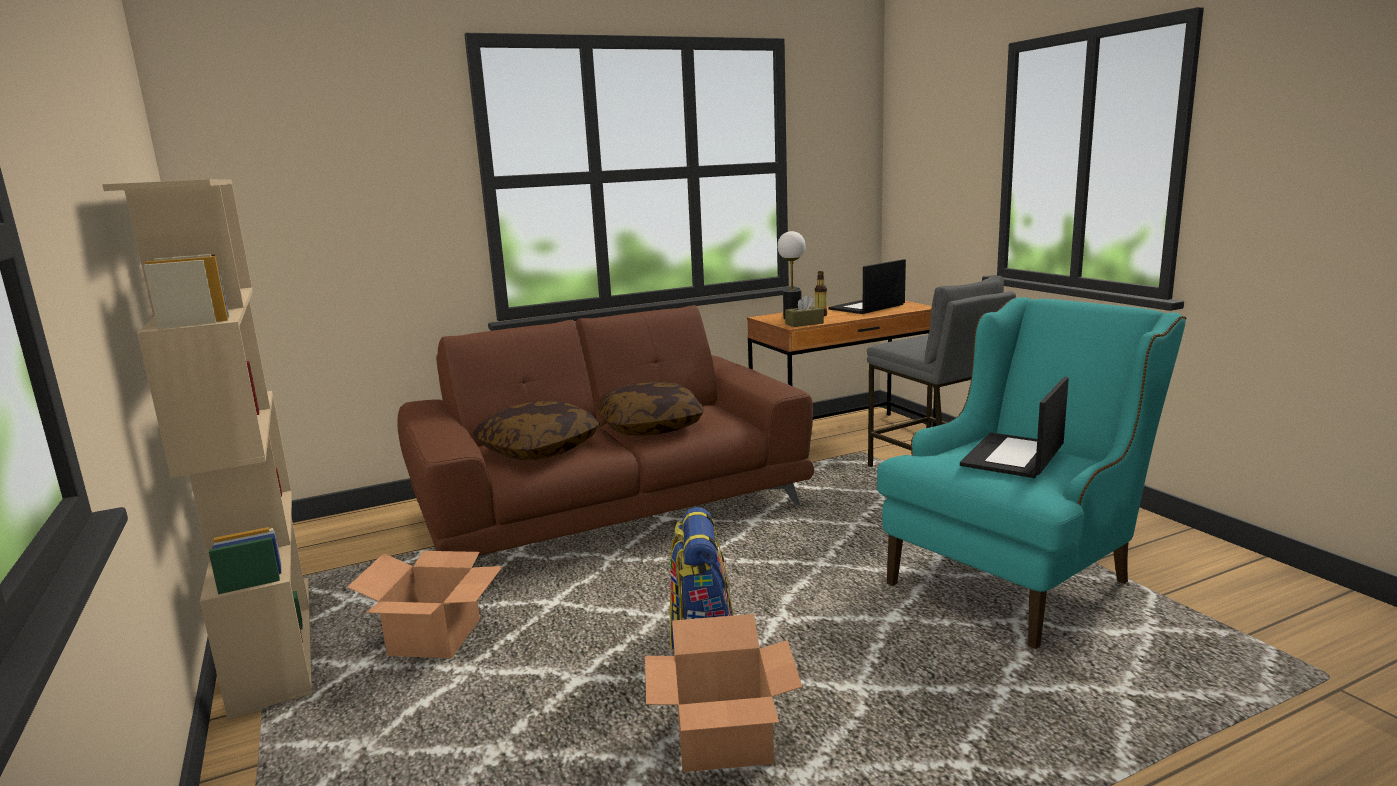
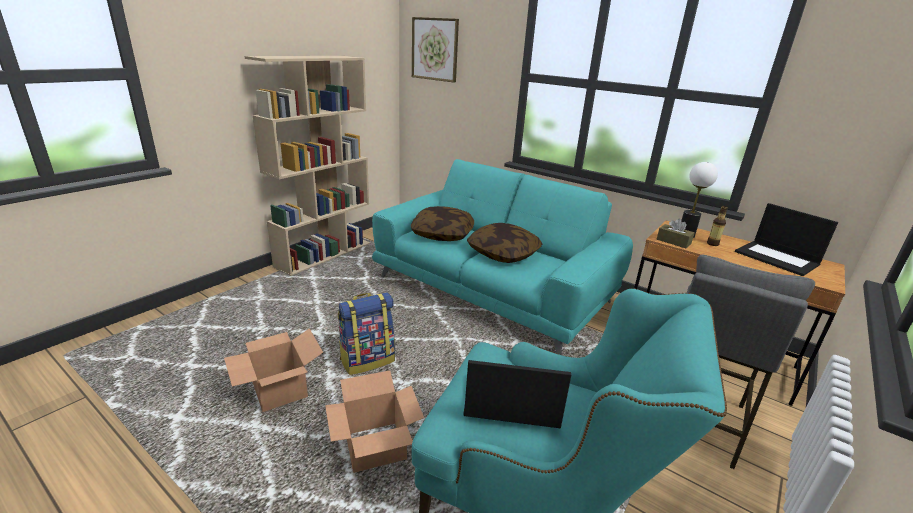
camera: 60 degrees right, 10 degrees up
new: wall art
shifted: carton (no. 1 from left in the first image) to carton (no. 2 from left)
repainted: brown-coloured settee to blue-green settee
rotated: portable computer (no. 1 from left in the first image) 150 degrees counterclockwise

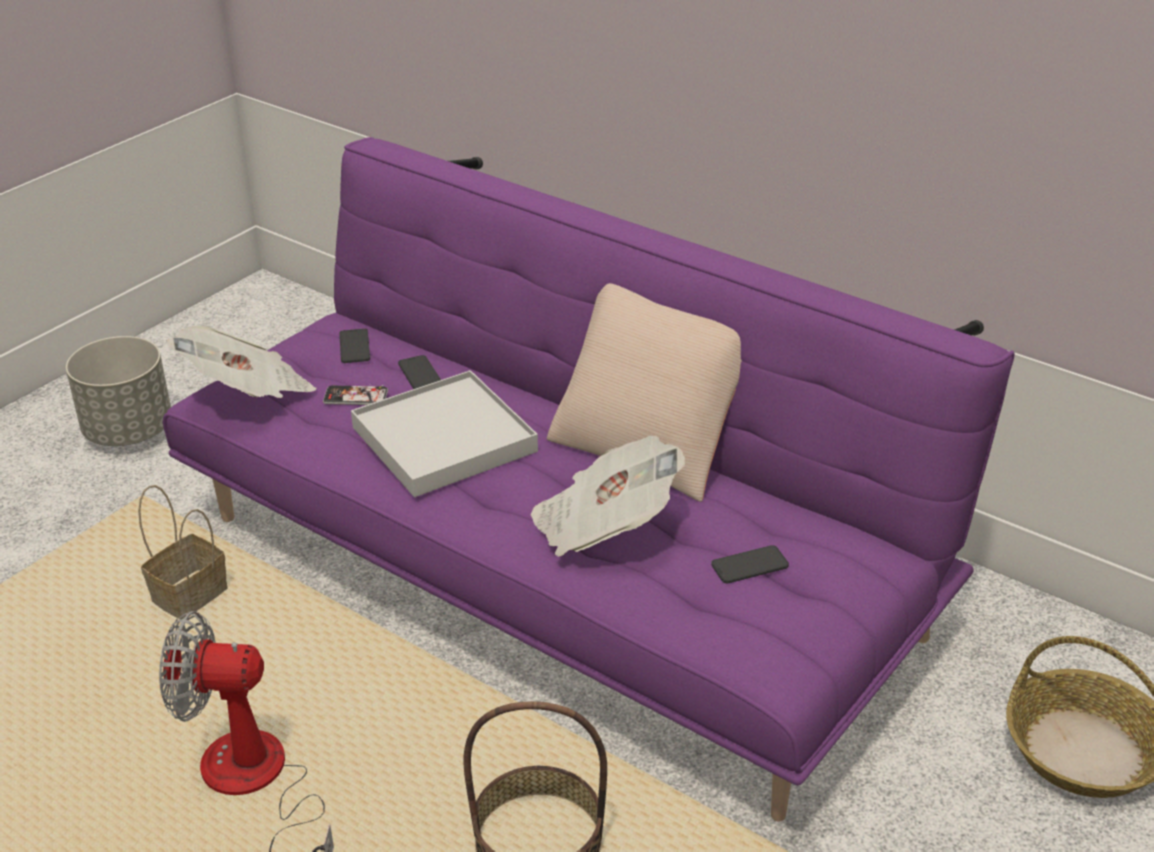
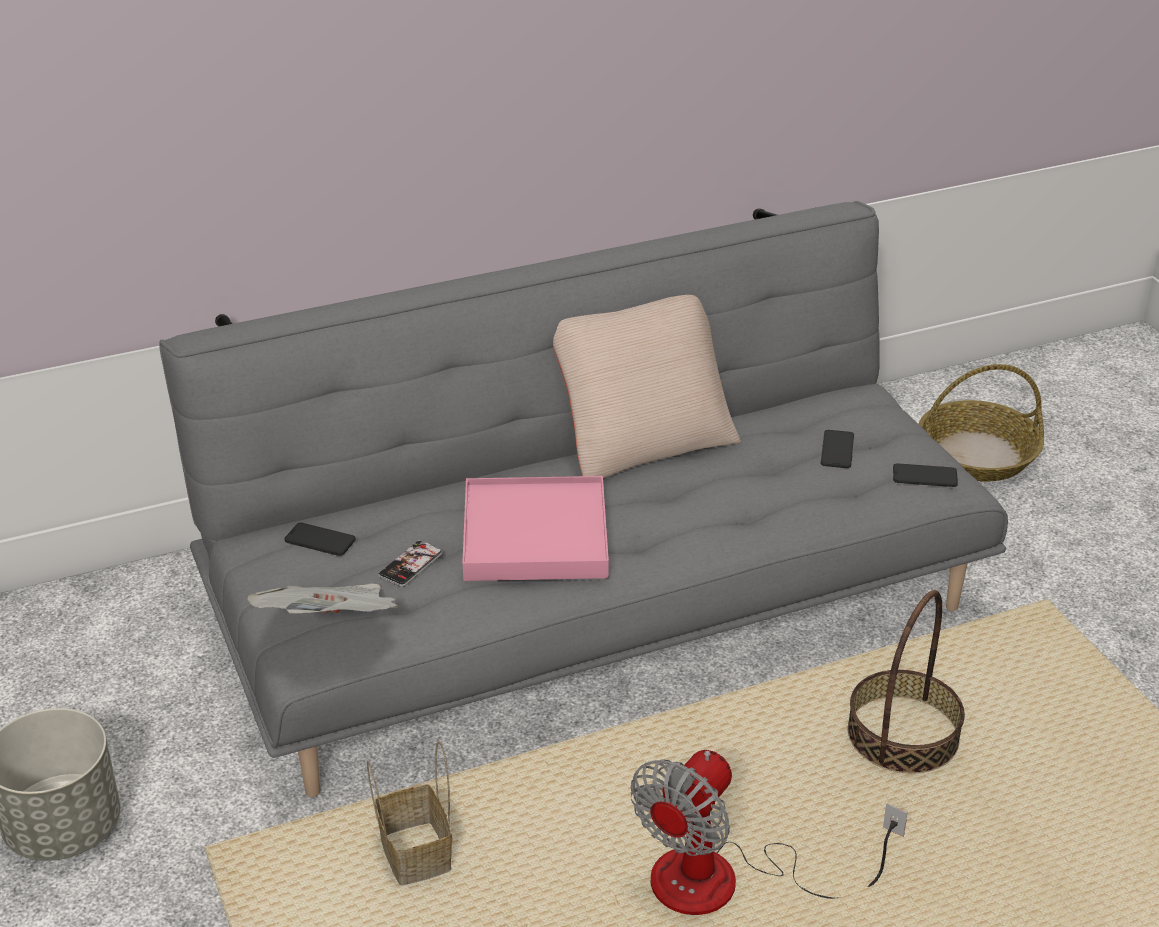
camera: 60 degrees left, 0 degrees up
gone: printed paper (no. 2 from left)
shifted: telephone (no. 3 from left in the first image) to telephone (no. 4 from left)
repainted: purple settee to greyish settee; whitish tray to pinkish tray

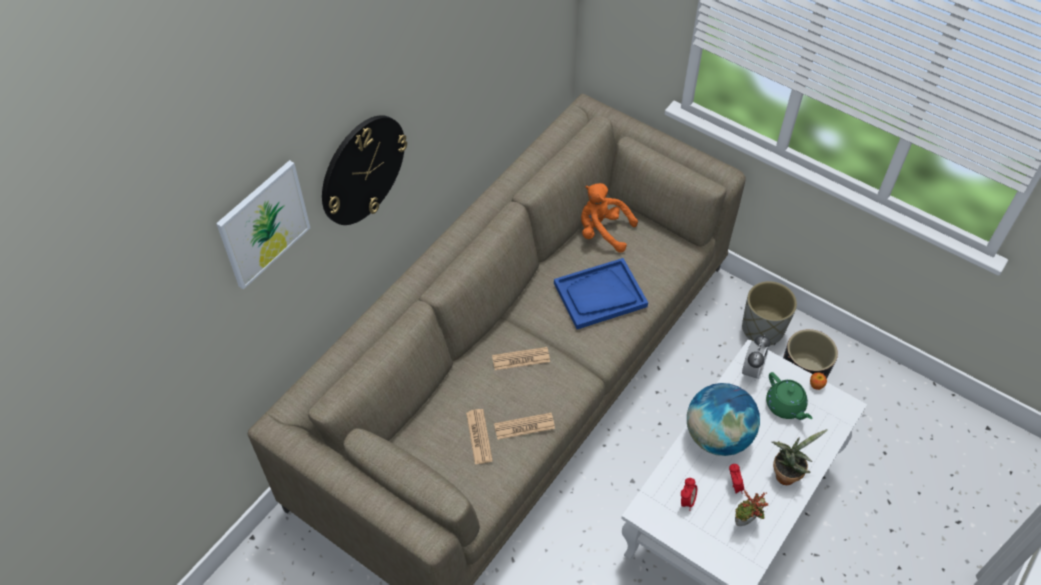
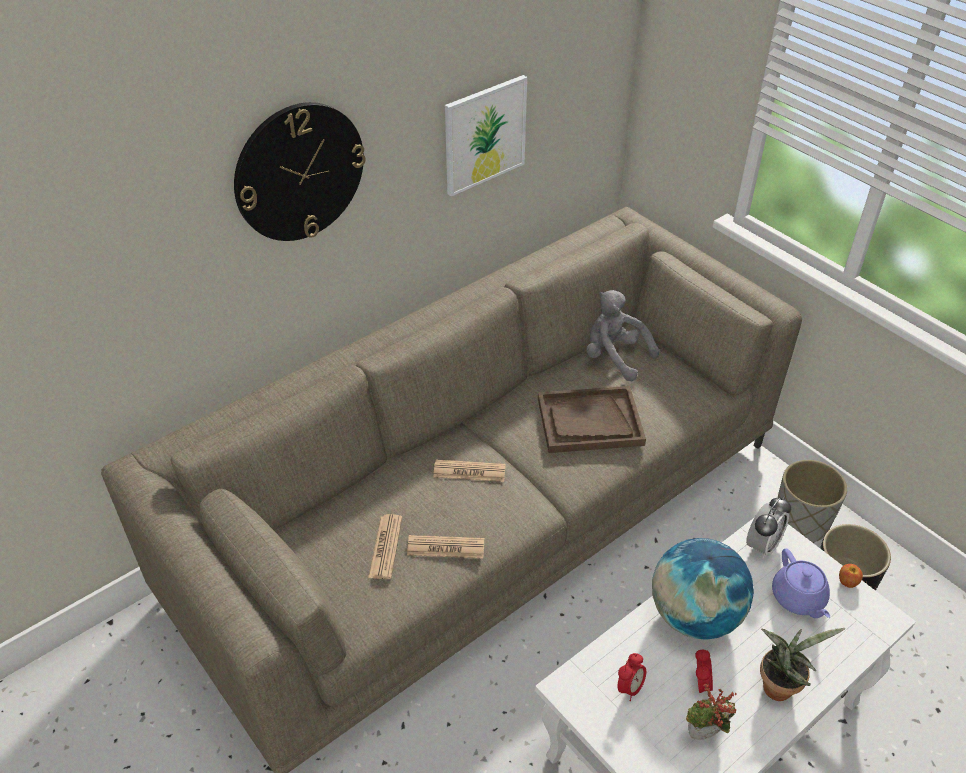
camera: 15 degrees right, 10 degrees down
shifted: wall art
repainted: bluish tray to brown-coloured tray; orange-coloured plush toy to greyish plush toy; greenish pot for tea to purple pot for tea

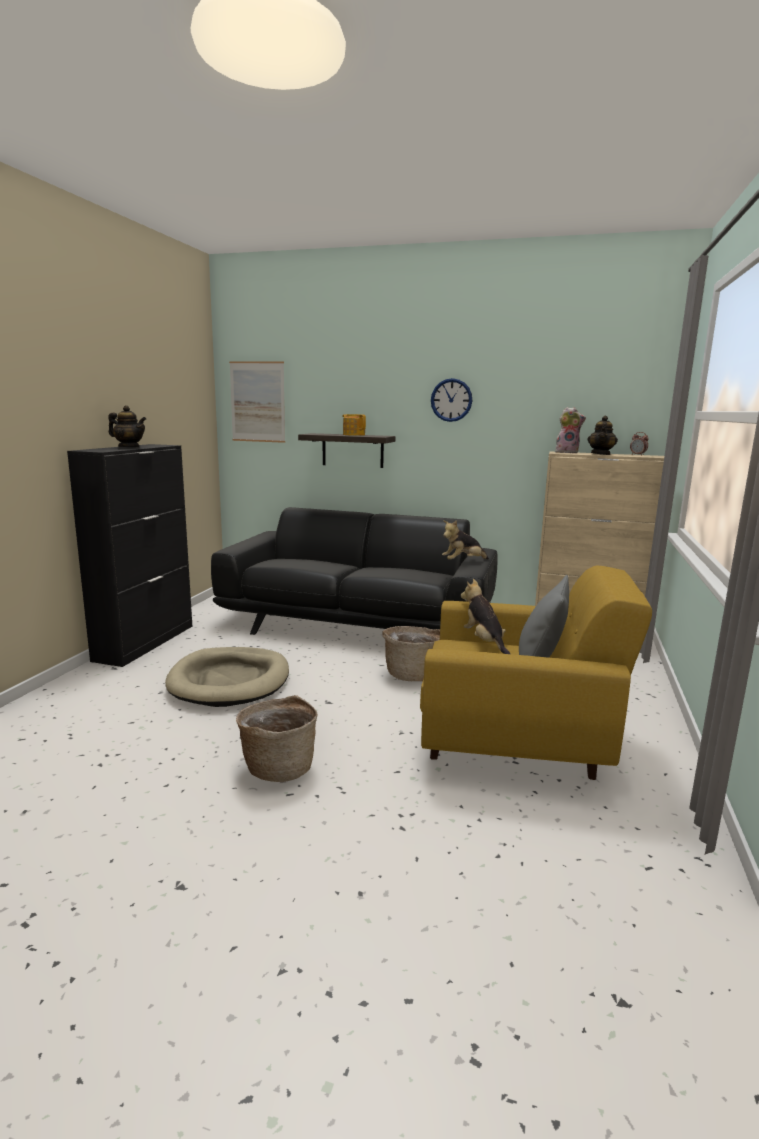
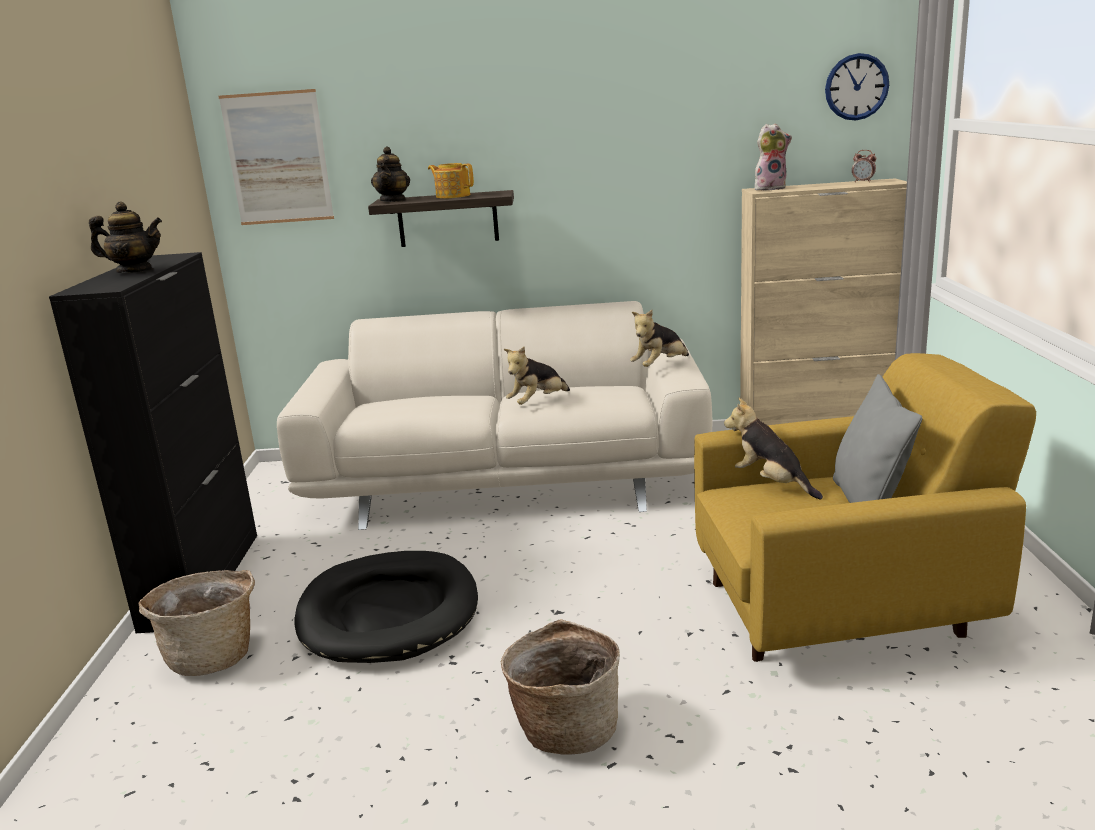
camera: 15 degrees left, 5 degrees up
new: plush toy (no. 1 from left)
shifted: basket (no. 2 from left in the first image) to basket (no. 1 from left); hanging clock; pot for tea (no. 3 from left in the first image) to pot for tea (no. 2 from left)
repainted: beige dog bed to blackish dog bed; blackish settee to beige settee

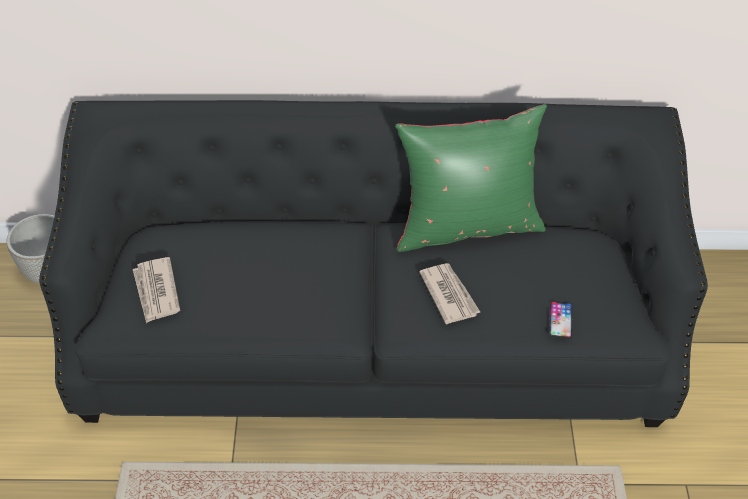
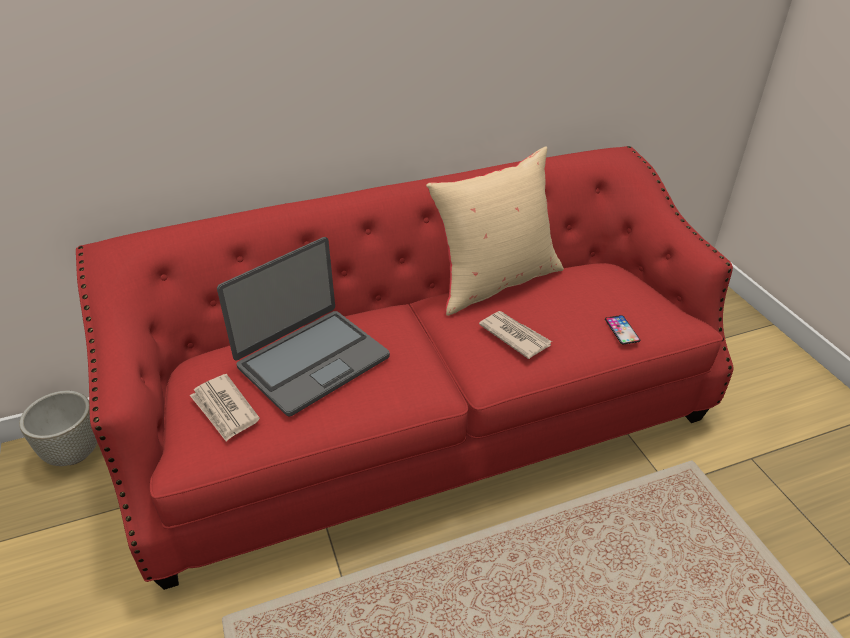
camera: 20 degrees left, 10 degrees down
new: portable computer
repainted: blackish settee to red settee; greenish pillow to beige pillow

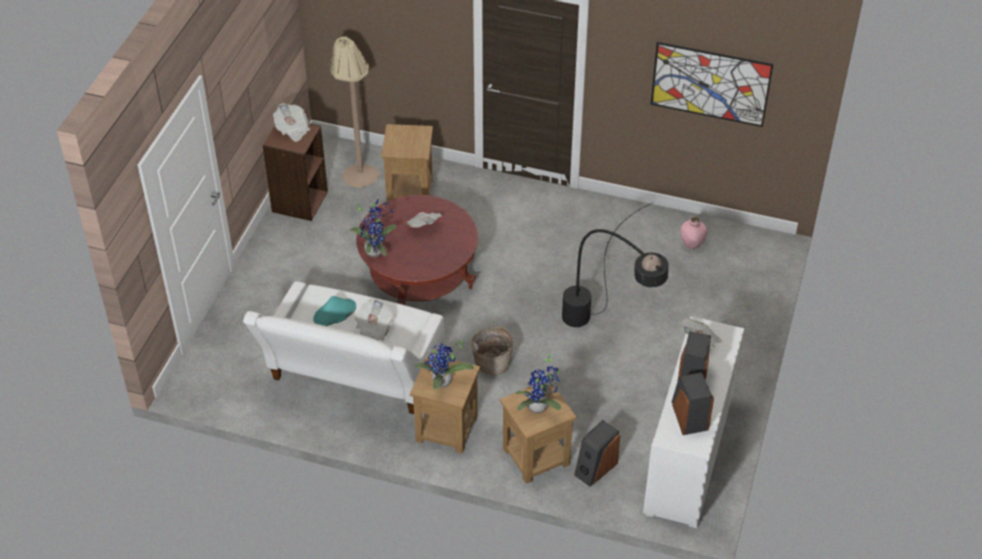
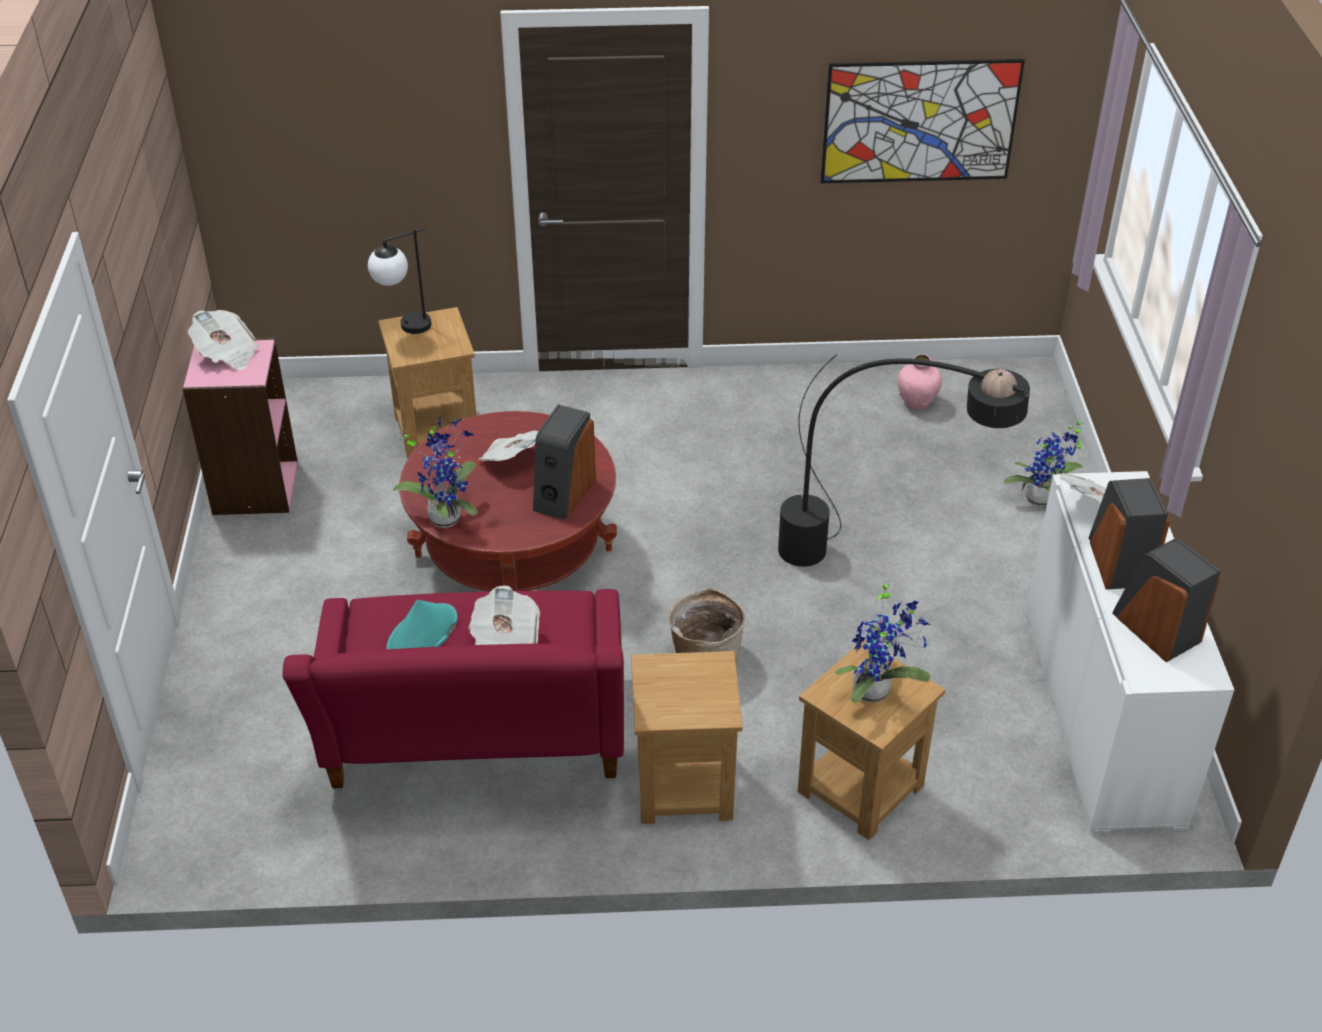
camera: 20 degrees left, 5 degrees down
gone: beige standing lamp
new: tabletop lamp
shifted: plant in a pot (no. 2 from left in the first image) to plant in a pot (no. 3 from left); loudspeaker (no. 1 from left)
repainted: whitish settee to red settee; brown-coloured shelving unit to pinkish shelving unit

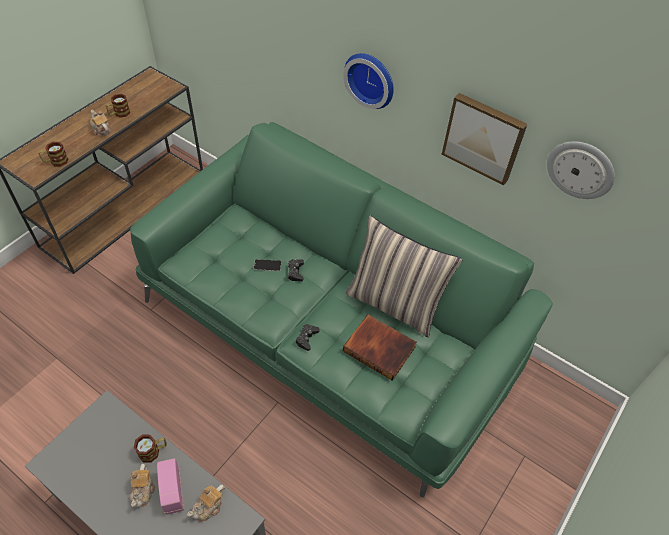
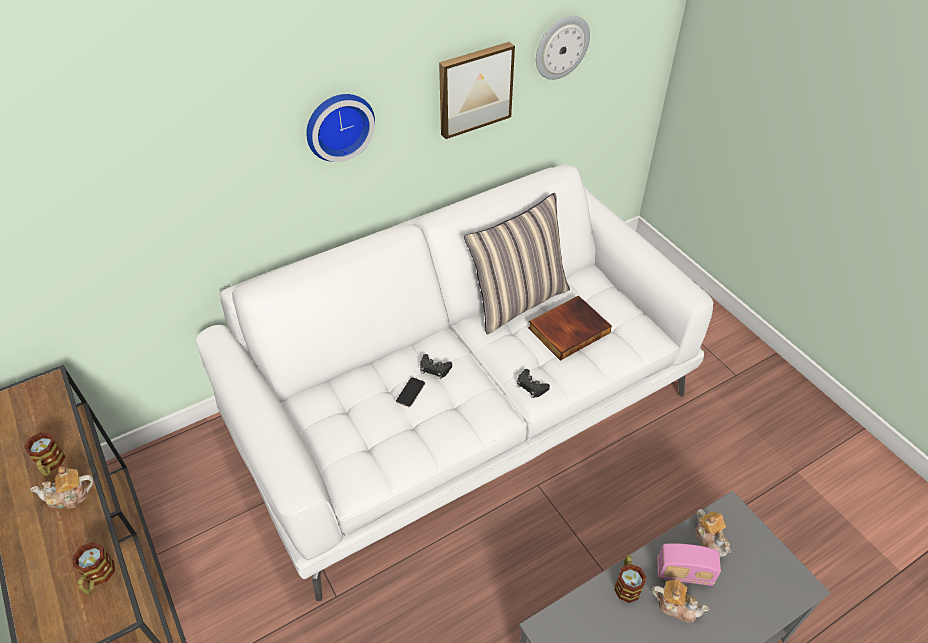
camera: 65 degrees left, 5 degrees down
repainted: greenish settee to whitish settee

